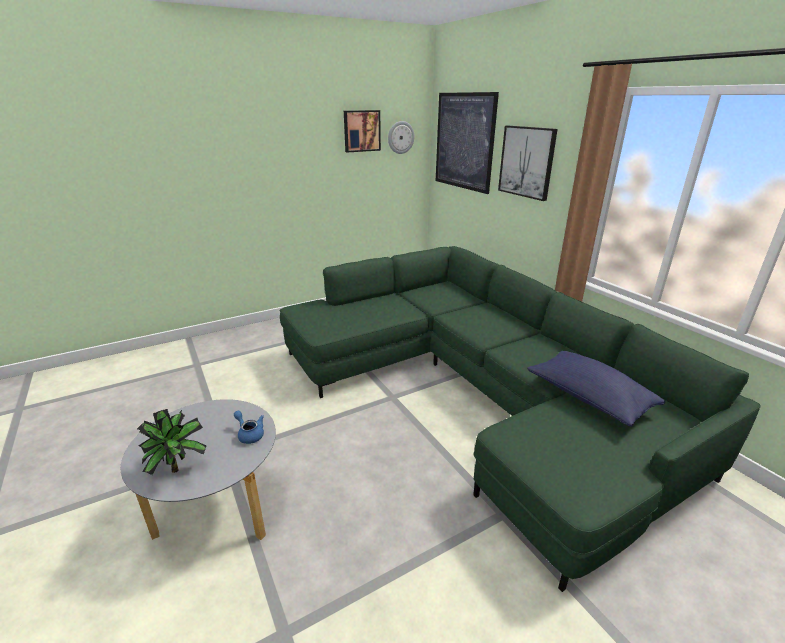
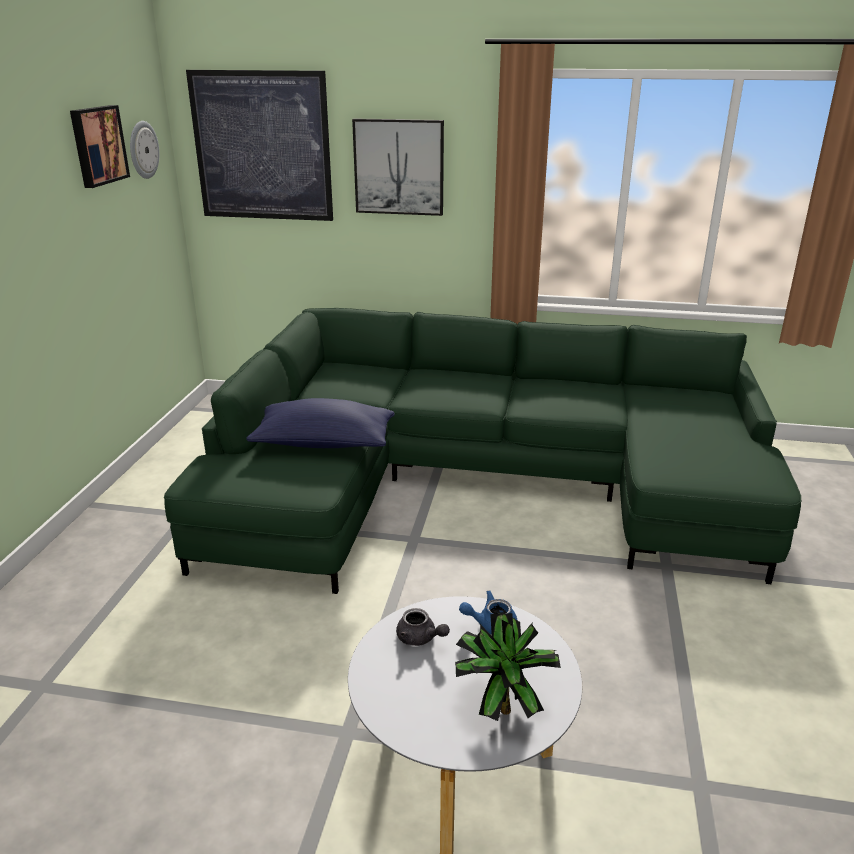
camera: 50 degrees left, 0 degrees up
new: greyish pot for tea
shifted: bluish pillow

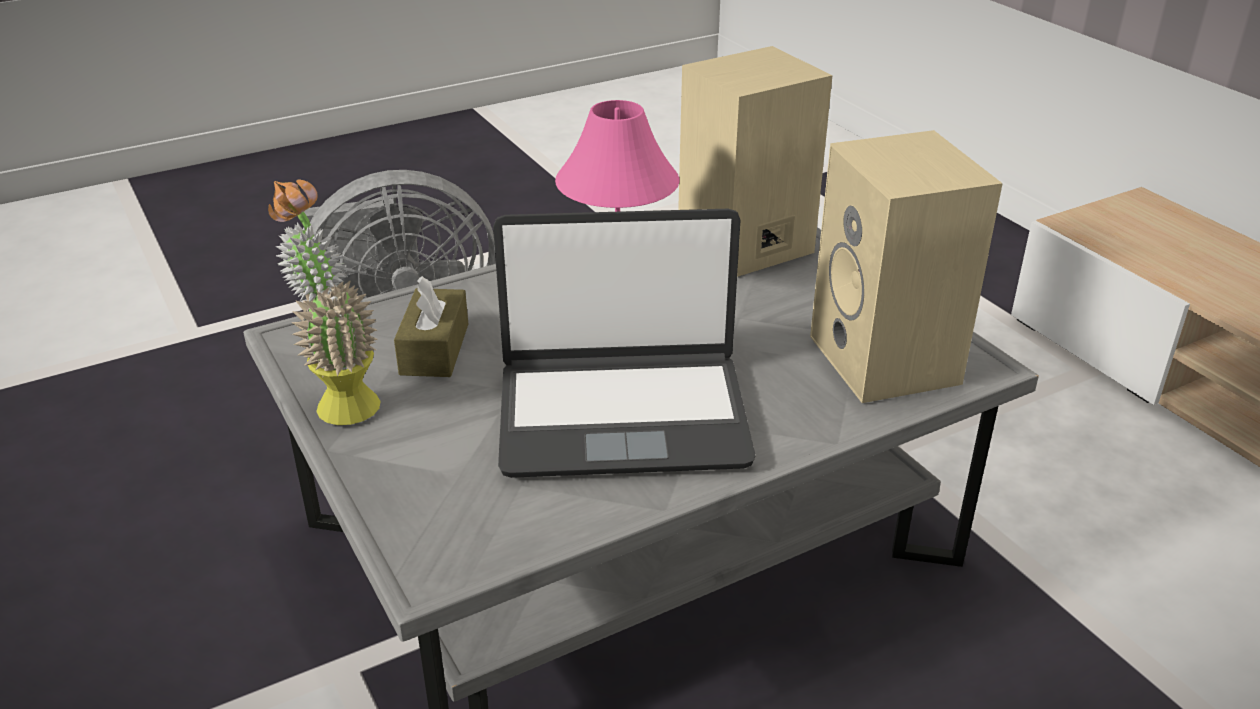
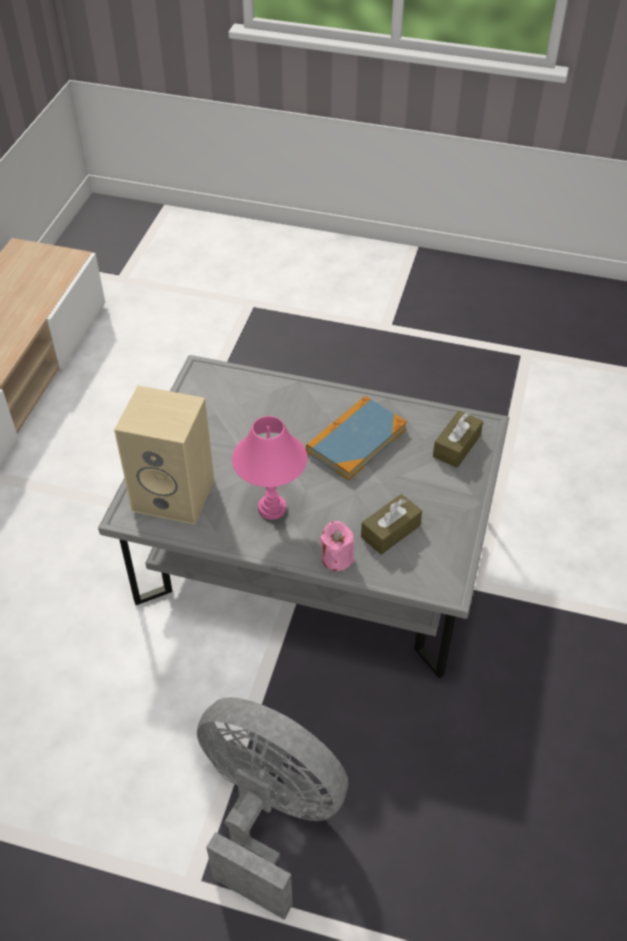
camera: 135 degrees left, 15 degrees up
gone: plant in a pot; beige loudspeaker (no. 2 from left)
new: pinkish wax light; brown-coloured box of tissues (no. 2 from left)
swapped: portable computer to bound book

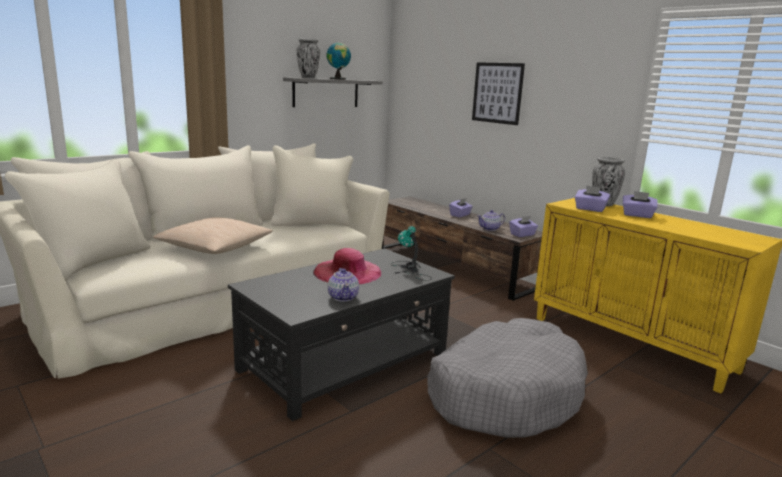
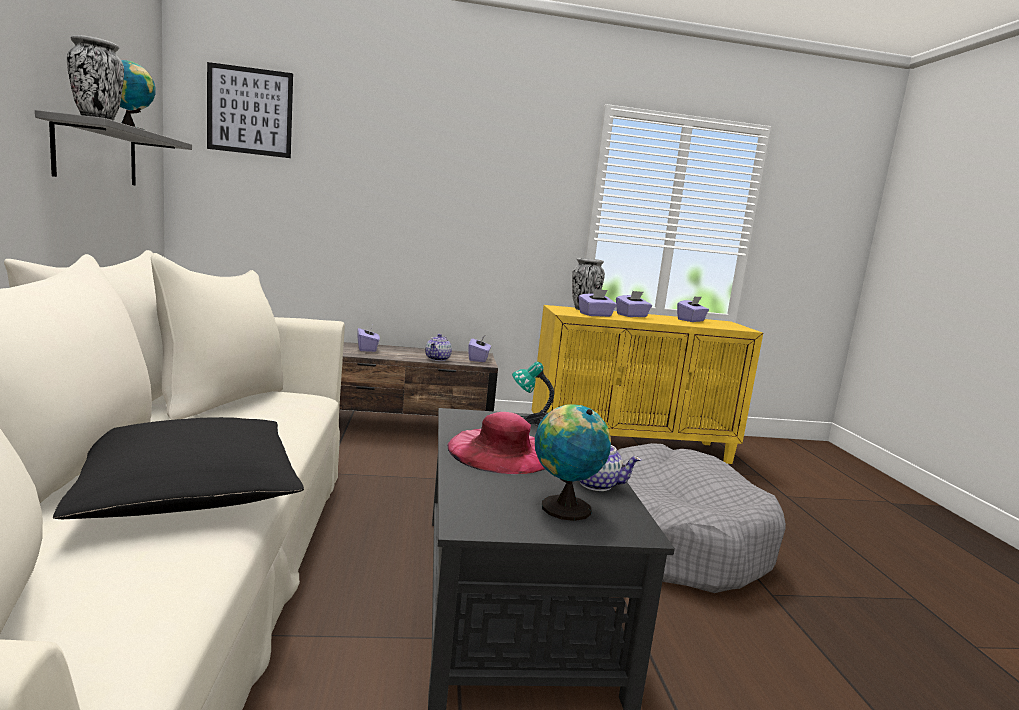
camera: 55 degrees left, 5 degrees down
new: globe (no. 2 from left); purple box of tissues (no. 5 from left)
shifted: wall art
repainted: beige pillow to blackish pillow

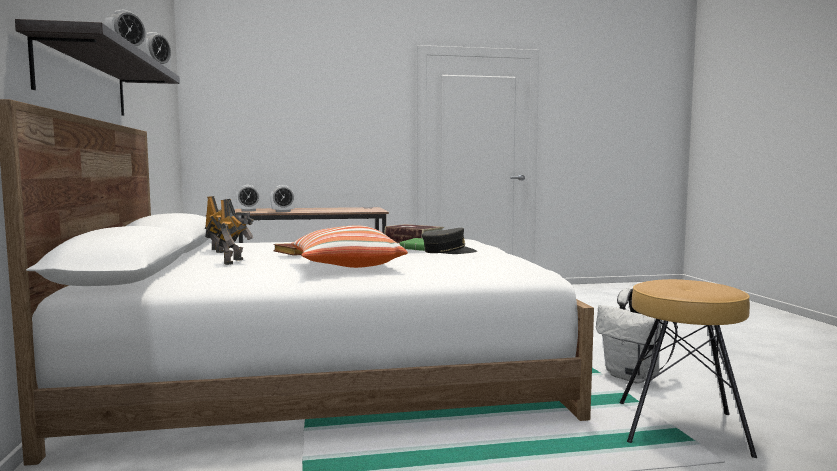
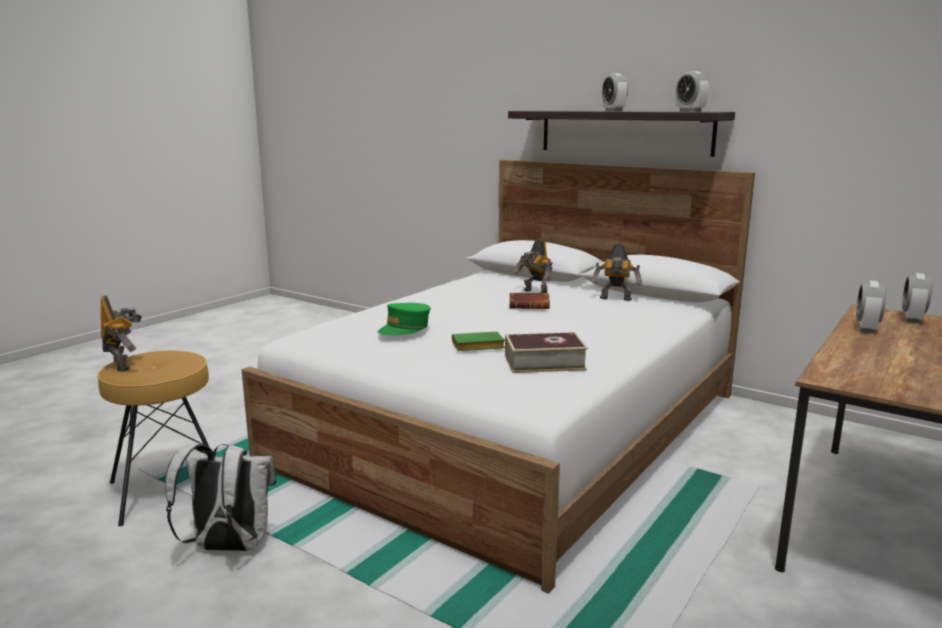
camera: 135 degrees right, 10 degrees up
gone: pillow
new: model robot (no. 1 from left)
repainted: greyish baseball cap to greenish baseball cap

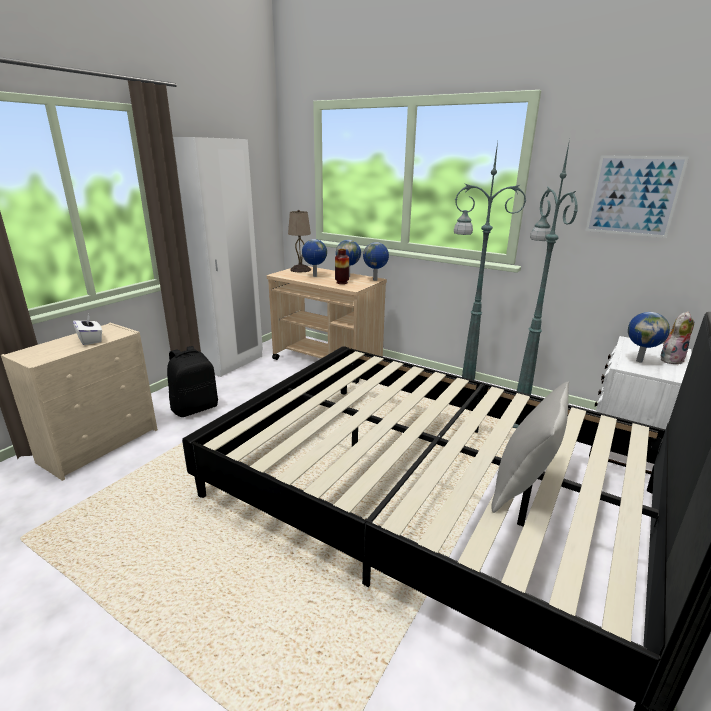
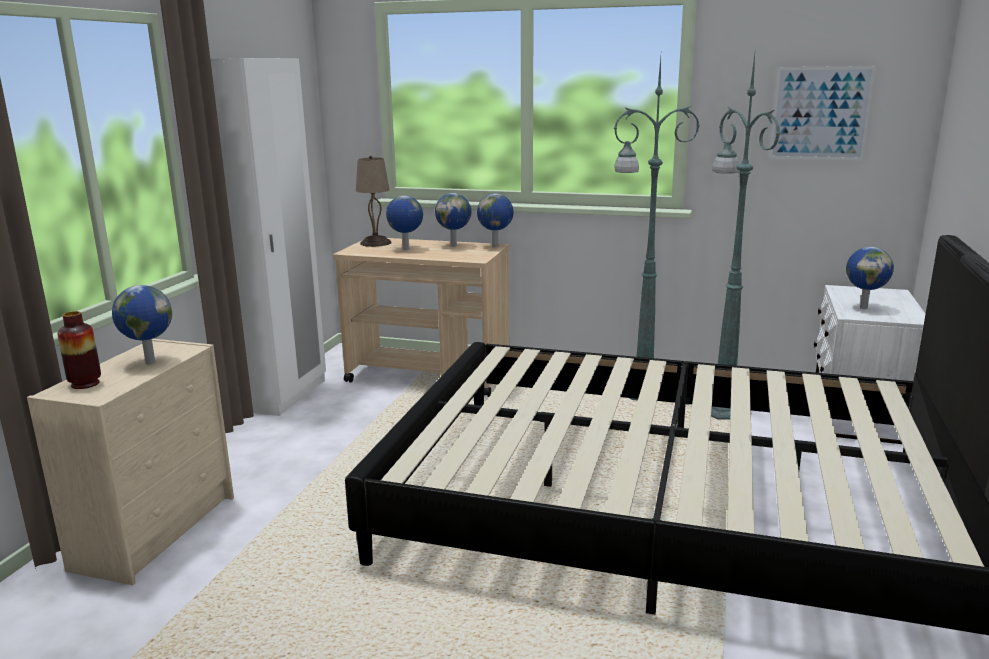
camera: 15 degrees left, 5 degrees down
gone: blackish backpack; greyish pillow; plush toy
shifted: flower vase
swapped: whitish box of tissues to globe (no. 1 from left)

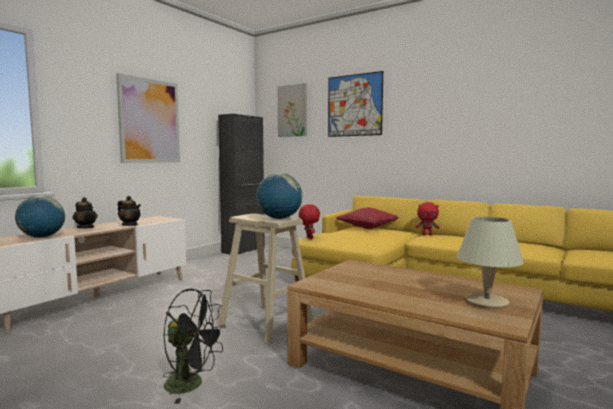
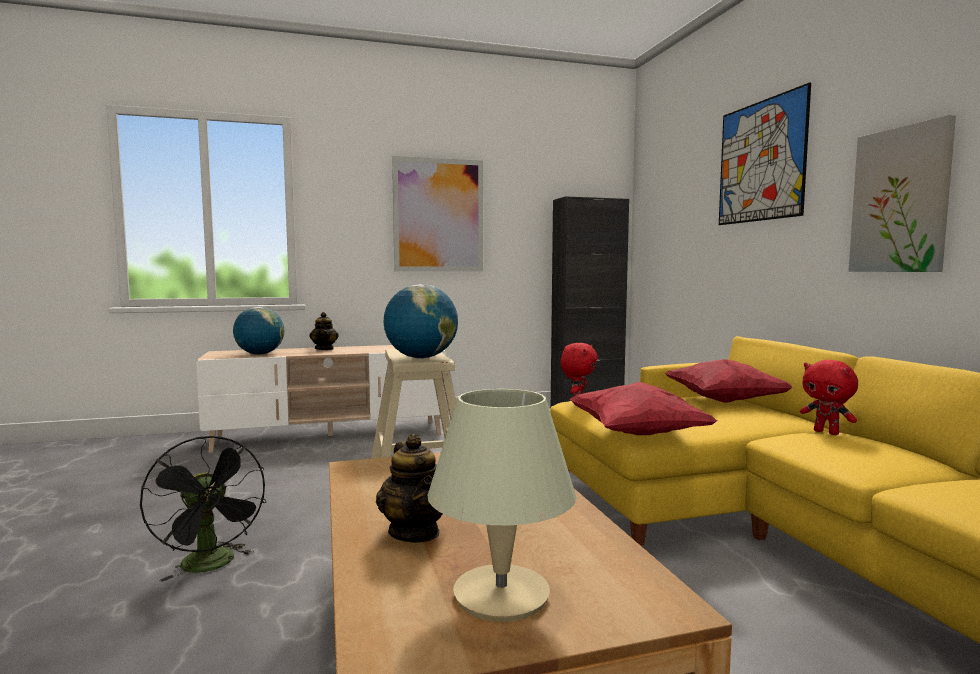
camera: 40 degrees right, 0 degrees up
new: red pillow (no. 1 from left)
shifted: pot for tea (no. 2 from left); wall art (no. 2 from left in the first image) to wall art (no. 3 from left)

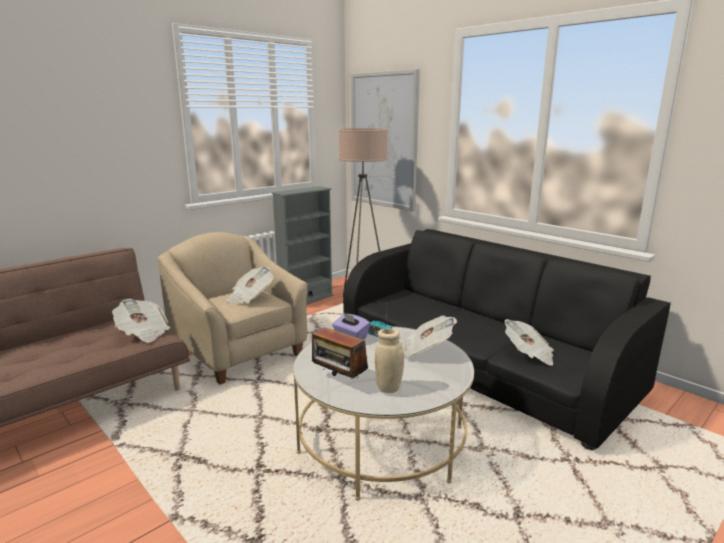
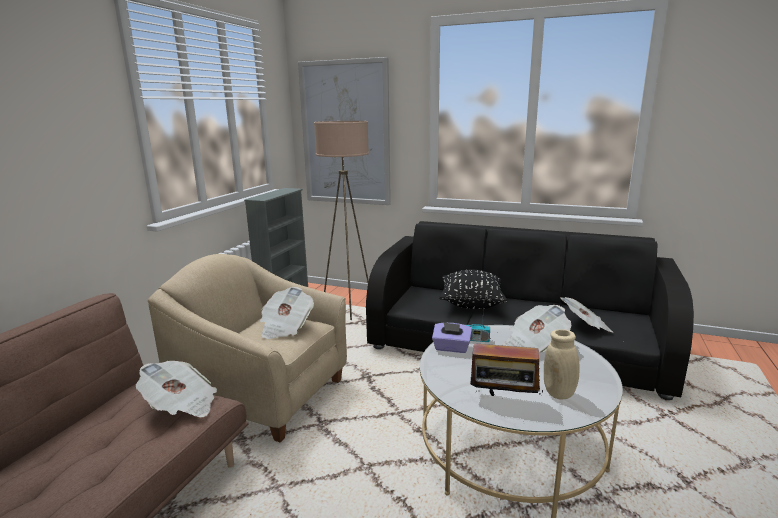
camera: 25 degrees left, 0 degrees up
new: blackish pillow

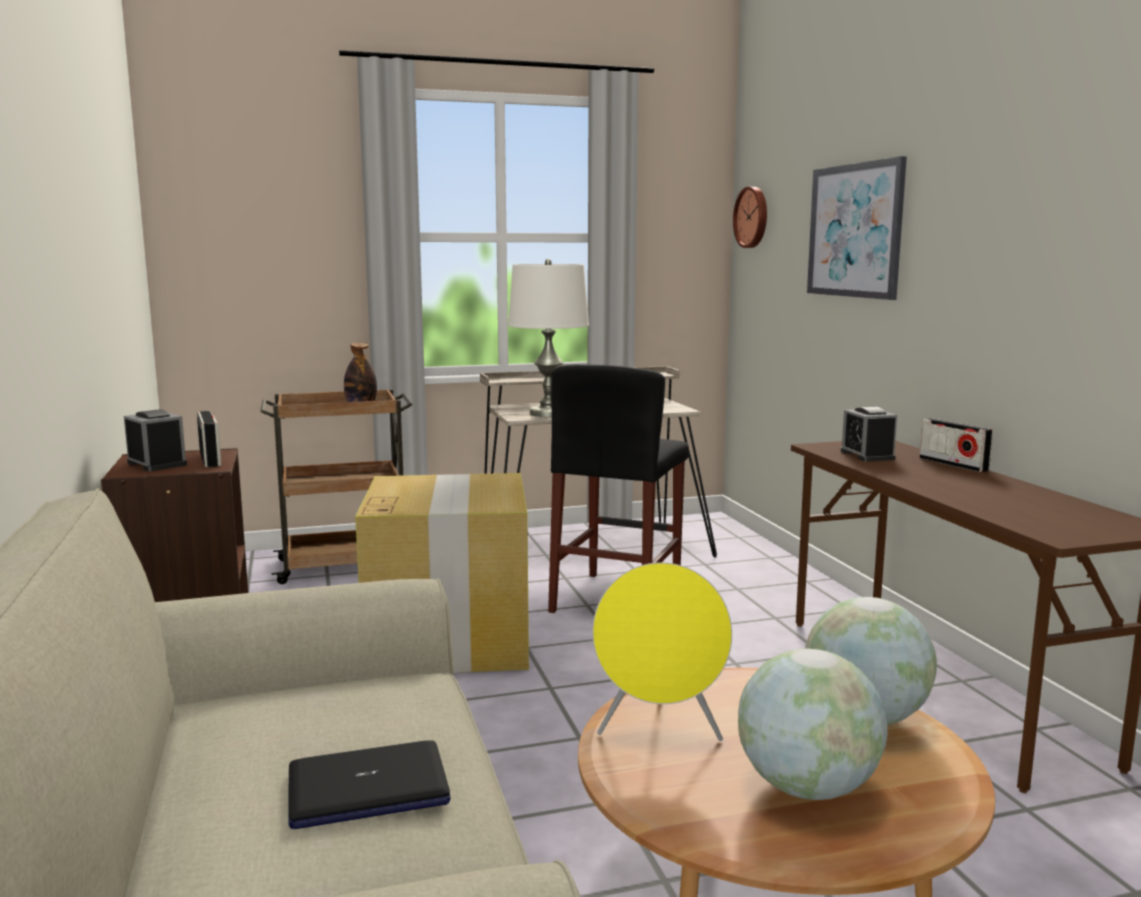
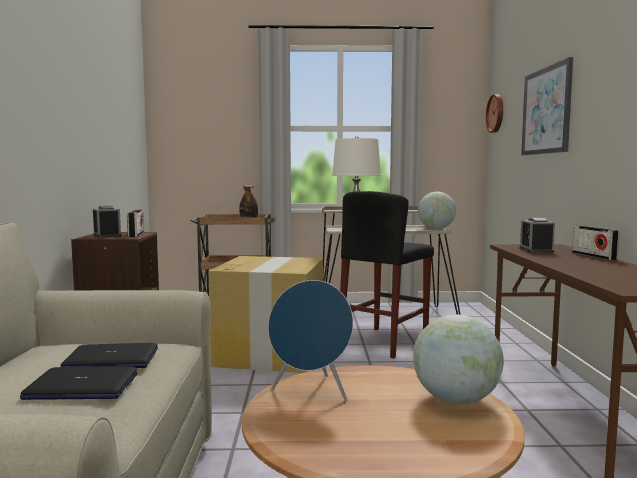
camera: 15 degrees right, 5 degrees down
new: portable computer (no. 2 from left)
shifted: globe (no. 1 from left)
repainted: yellow-coloured loudspeaker to bluish loudspeaker

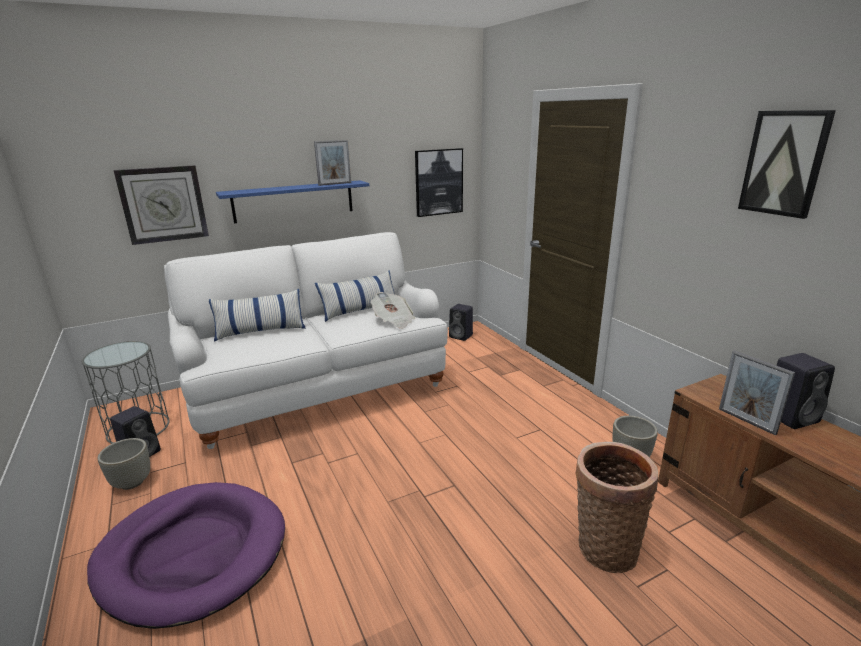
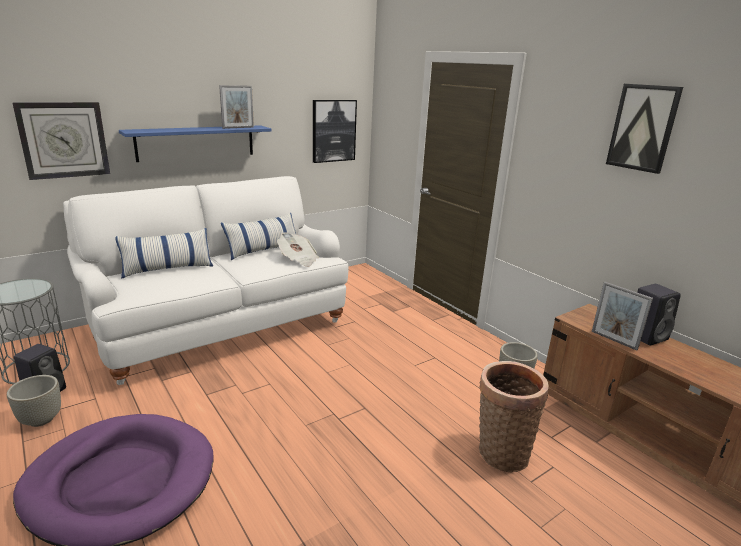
camera: 10 degrees left, 0 degrees up
gone: blackish loudspeaker (no. 2 from left)

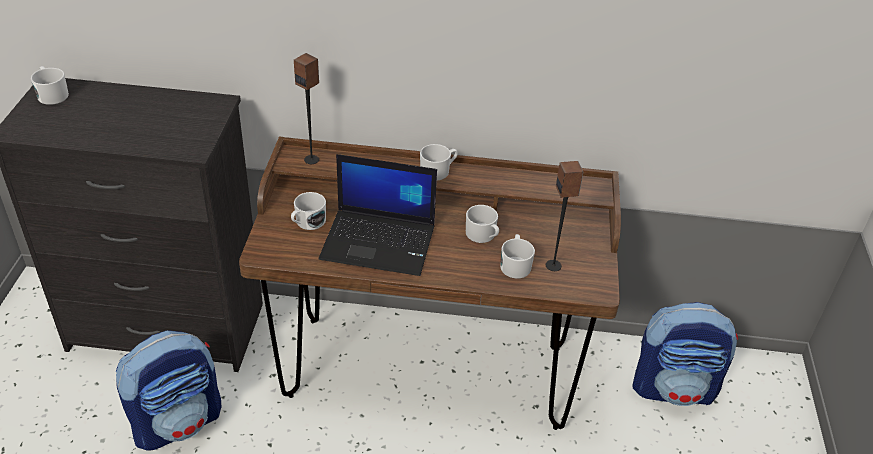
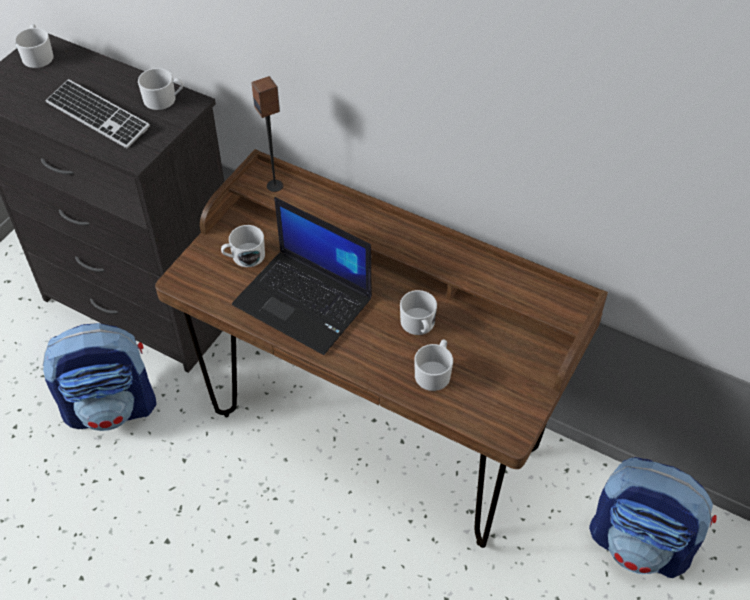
camera: 25 degrees right, 10 degrees up
gone: loudspeaker (no. 2 from left)
new: keyboard
shifted: whitish mug (no. 3 from left in the first image) to whitish mug (no. 2 from left)

